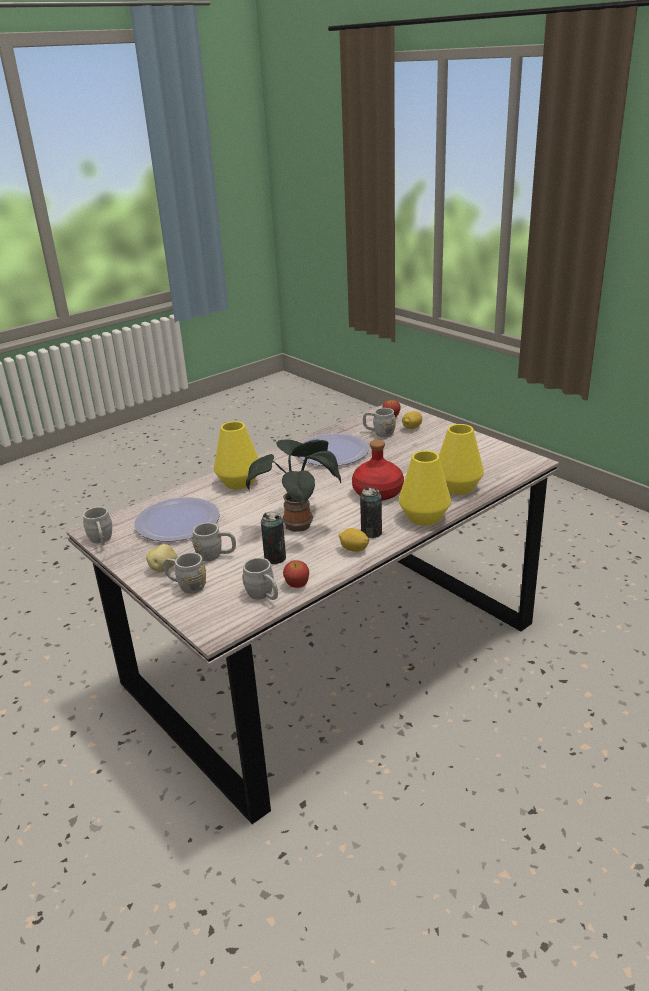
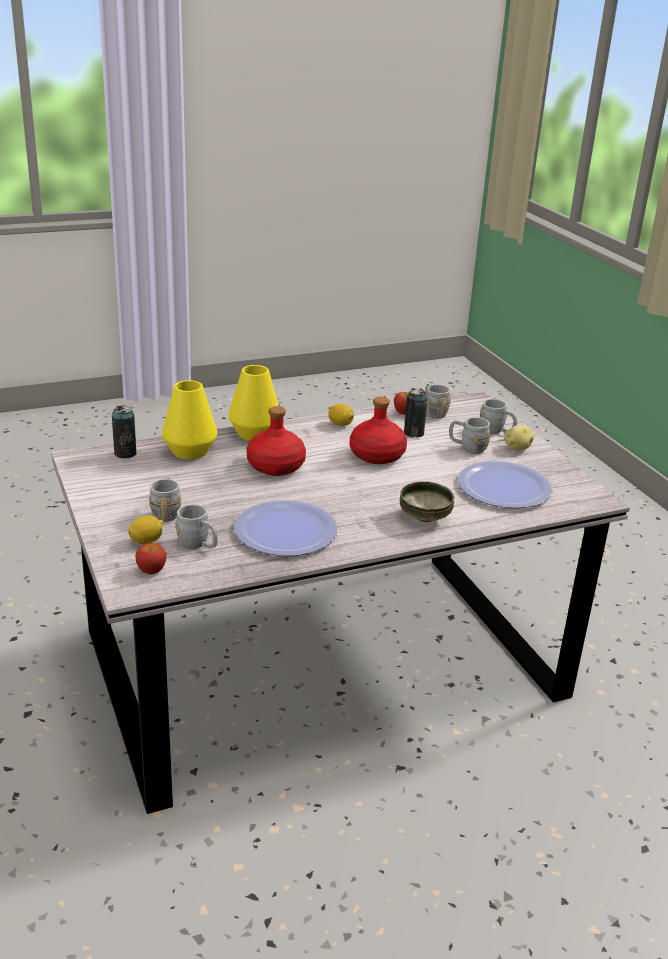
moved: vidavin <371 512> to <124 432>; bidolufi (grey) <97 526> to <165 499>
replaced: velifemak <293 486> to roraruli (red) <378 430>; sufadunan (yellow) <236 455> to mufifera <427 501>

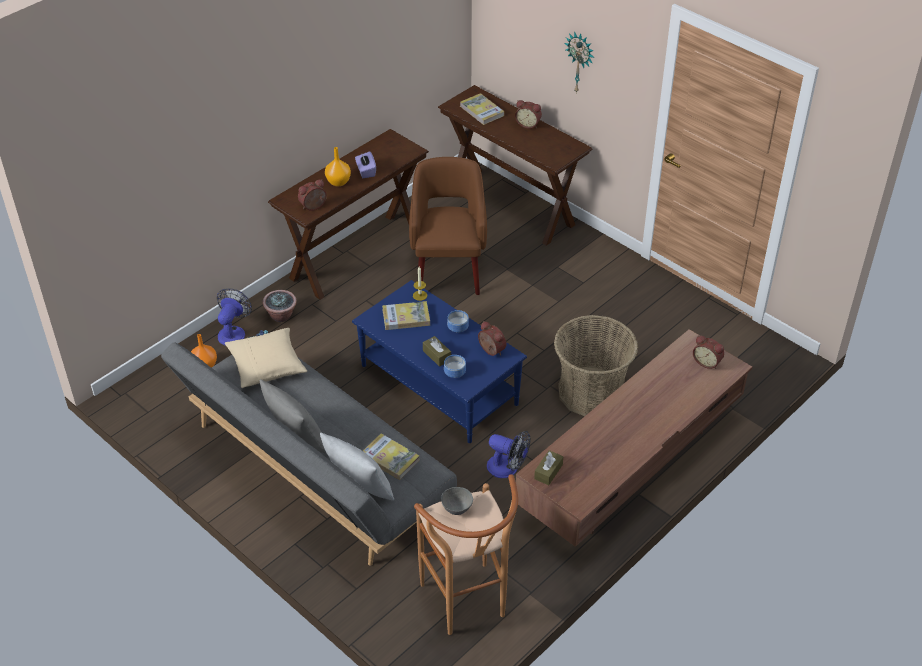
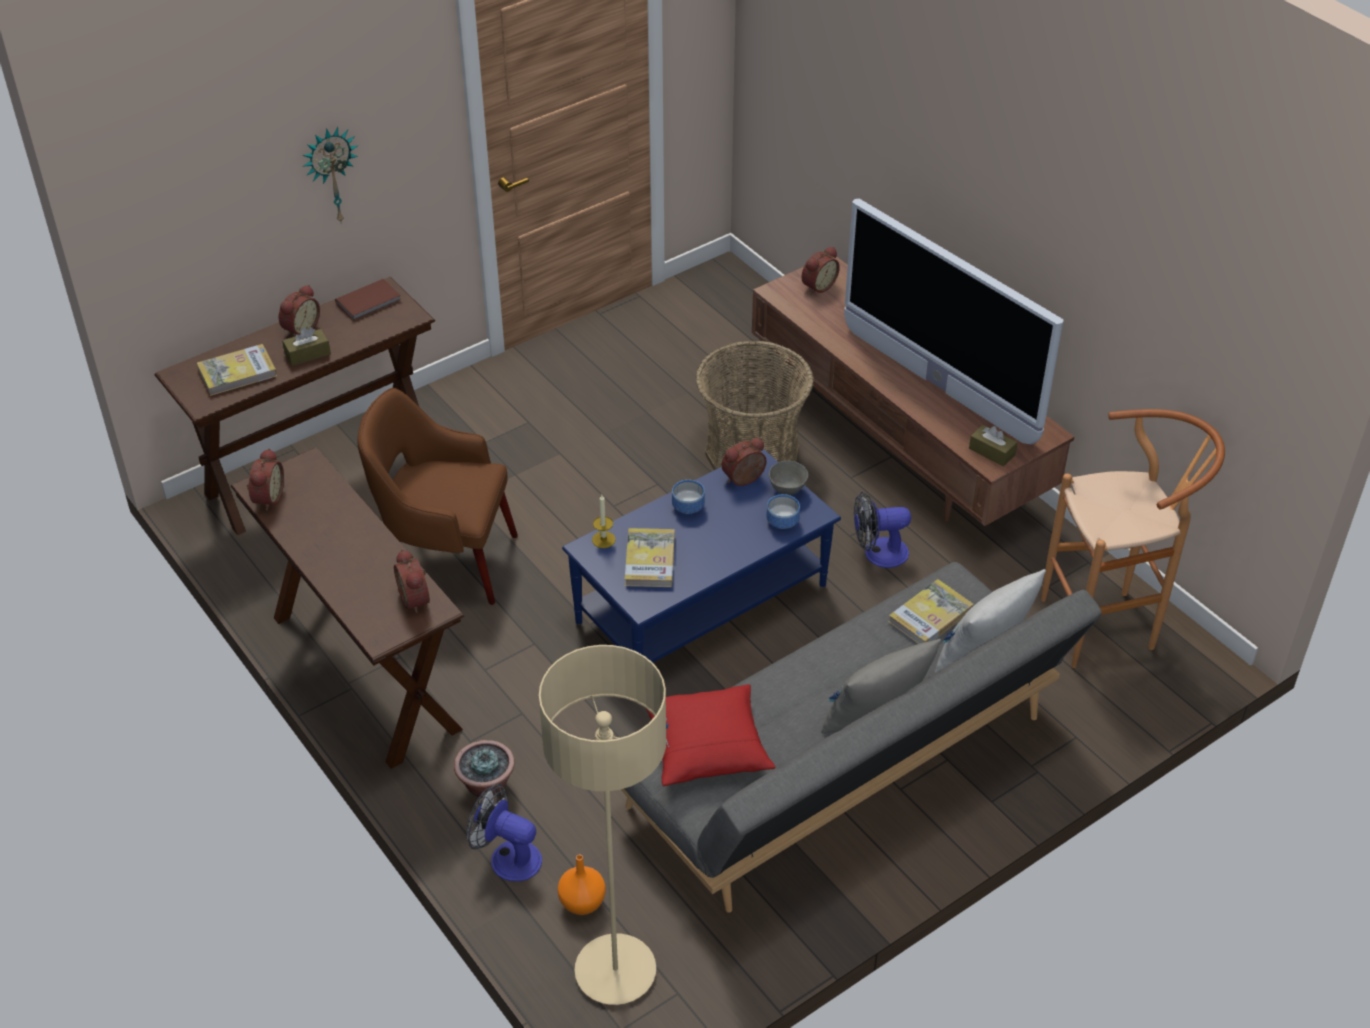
removed: sufadunan (orange) <338 166>; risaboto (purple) <365 164>
added: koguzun <265 479>; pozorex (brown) <368 300>; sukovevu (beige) <602 825>; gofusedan <954 321>
moved: risaboto (brown) <437 351> to <306 346>; mufifera (grey) <457 501> to <788 478>
recoloured: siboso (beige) <266 358> to siboso (red) <711 735>
turned: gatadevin <509 454> = <882 530> 135 degrees counterclockwise

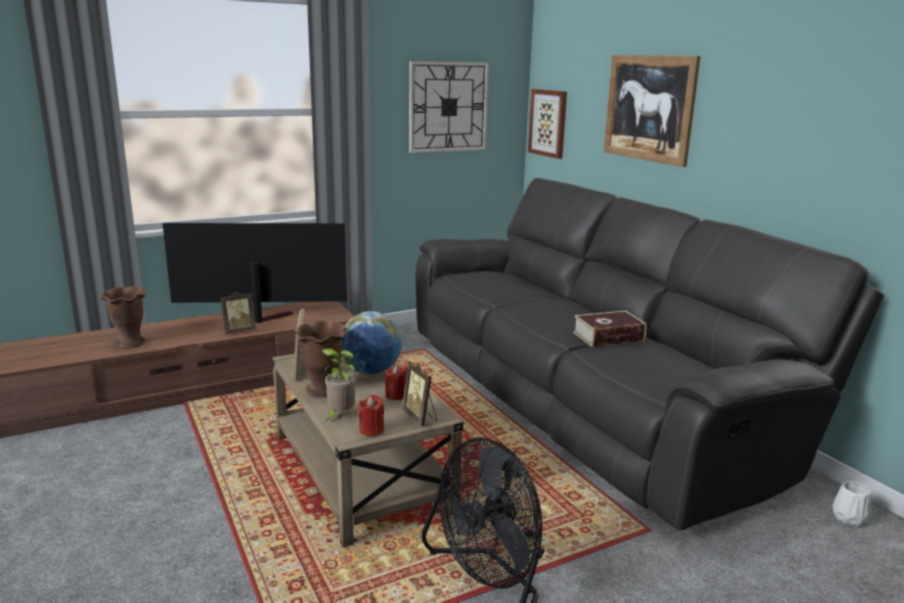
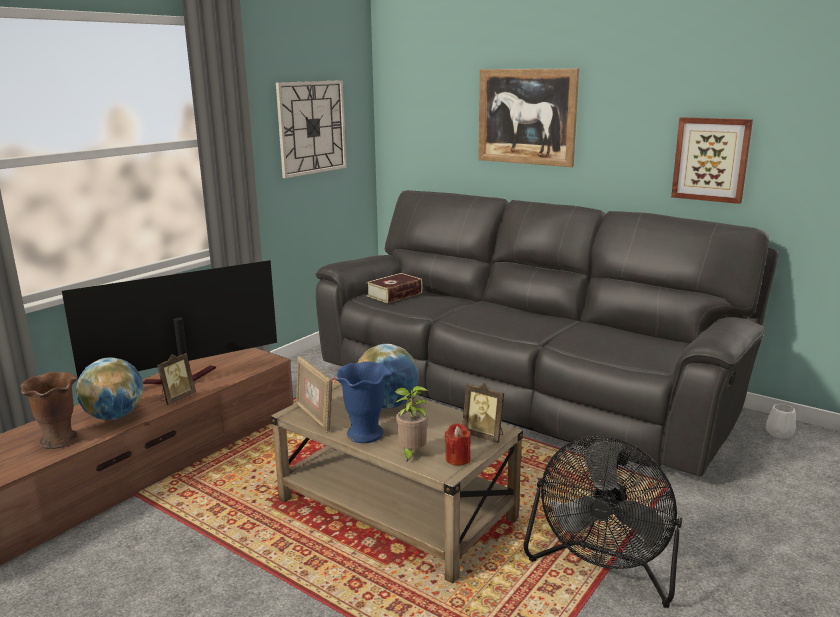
removed: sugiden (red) <396 382>
added: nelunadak <109 388>
moved: pozorex <610 329> to <394 288>; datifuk <547 124> to <712 160>
recoloured: sufadunan (brown) <320 359> to sufadunan (blue) <363 402>

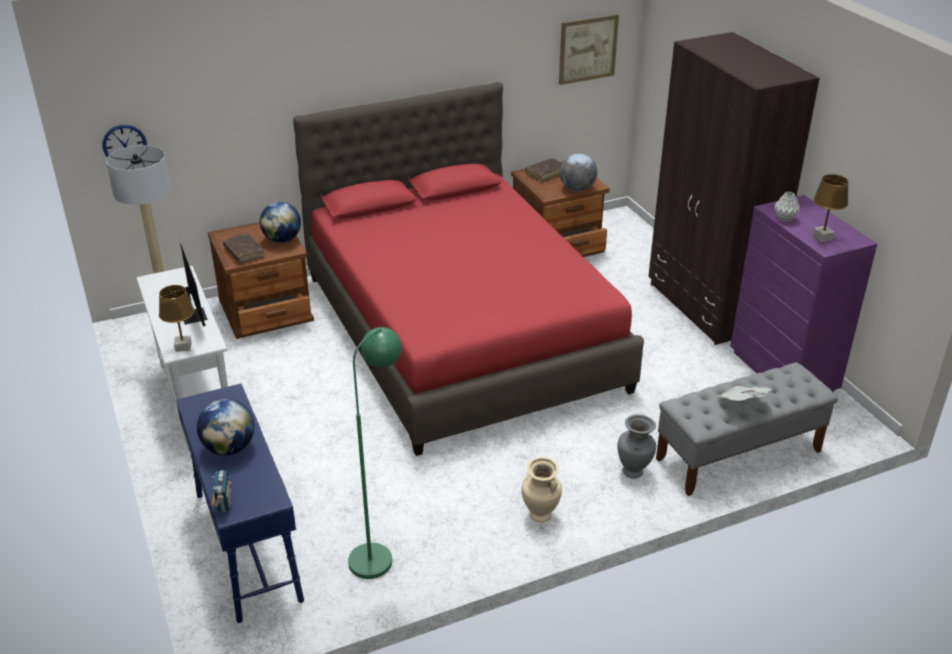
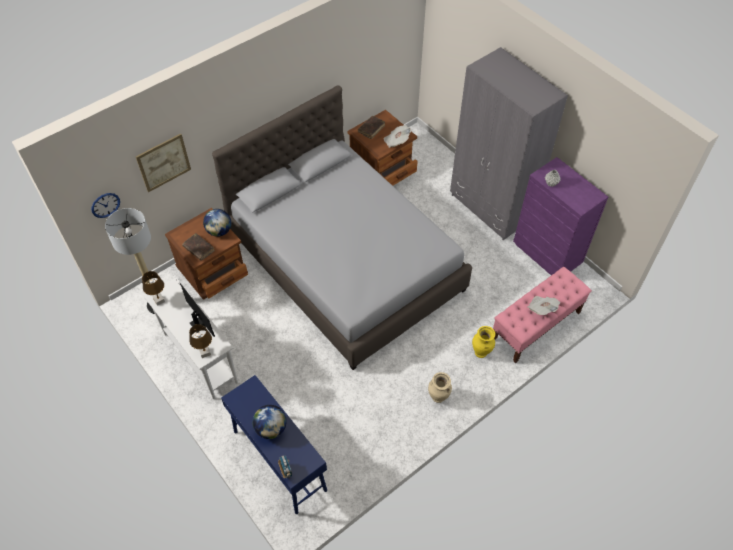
removed: sukovevu (green) <375 453>
moved: datifuk <589 49> to <163 162>; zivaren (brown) <831 208> to <153 288>
replaced: nelunadak <578 172> to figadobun <397 136>
recoloured: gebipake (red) <468 269> to gebipake (grey) <342 227>; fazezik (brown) <734 188> to fazezik (grey) <509 143>; sufadunan (grey) <636 446> to sufadunan (yellow) <484 342>; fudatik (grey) <747 429> to fudatik (pink) <542 315>

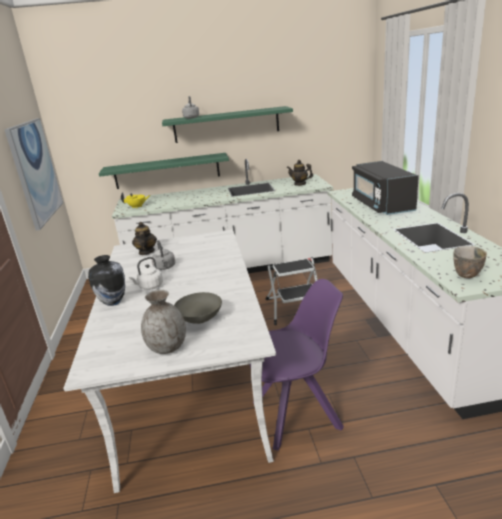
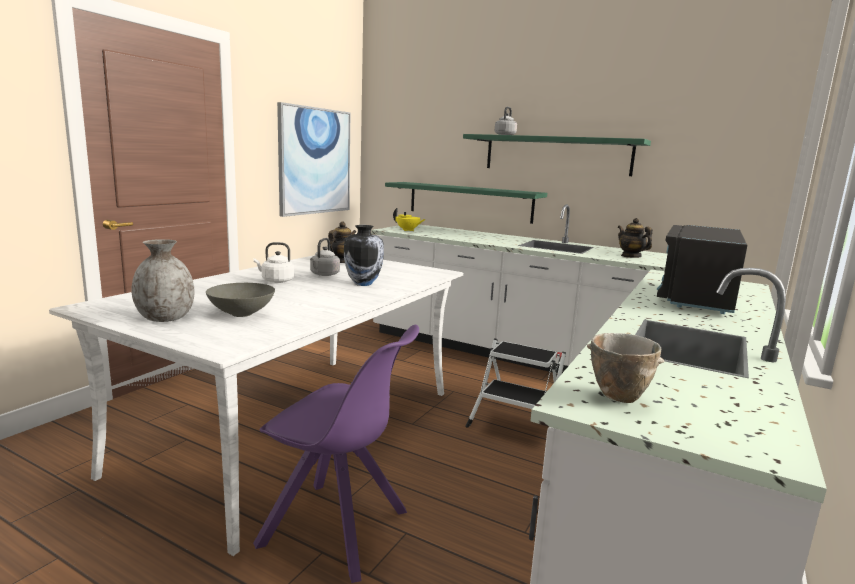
moved: sufadunan <106 280> to <364 255>

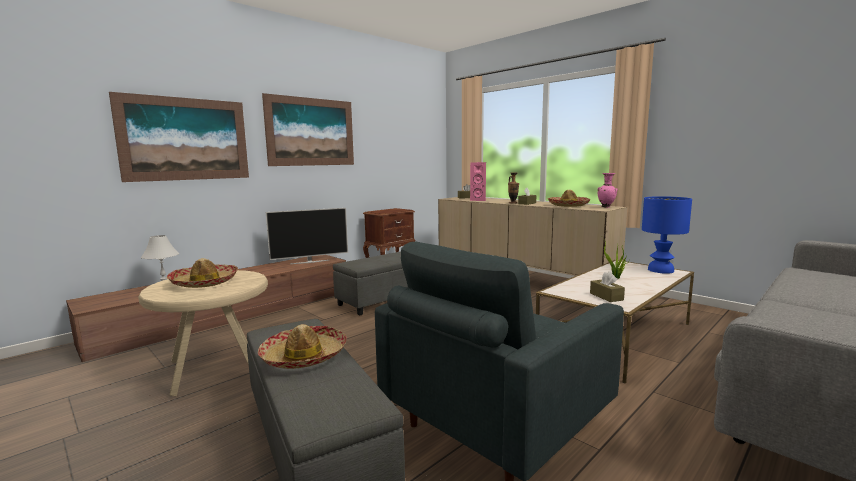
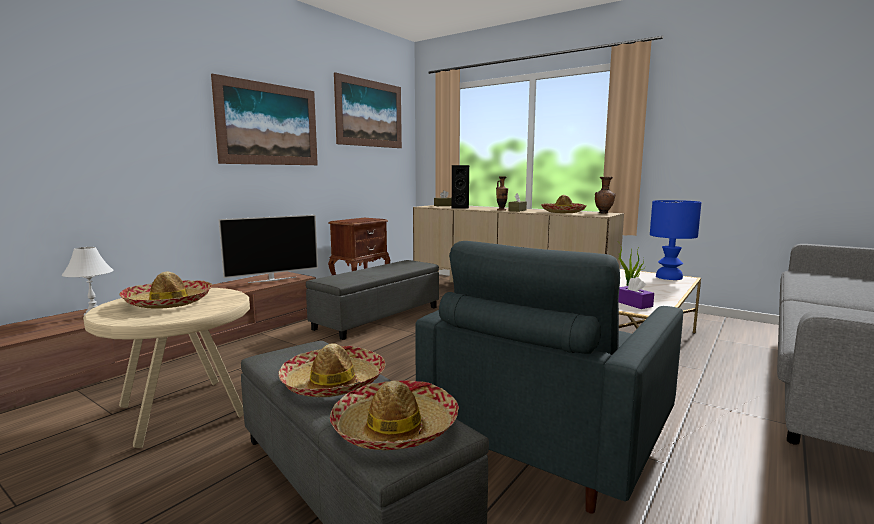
added: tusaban <394 415>
moved: datifuk <179 137> to <368 110>
recoloured: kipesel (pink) <478 181> to kipesel (black) <460 187>; sufadunan (pink) <608 190> to sufadunan (brown) <605 195>; risaboto (brown) <607 286> to risaboto (purple) <636 293>

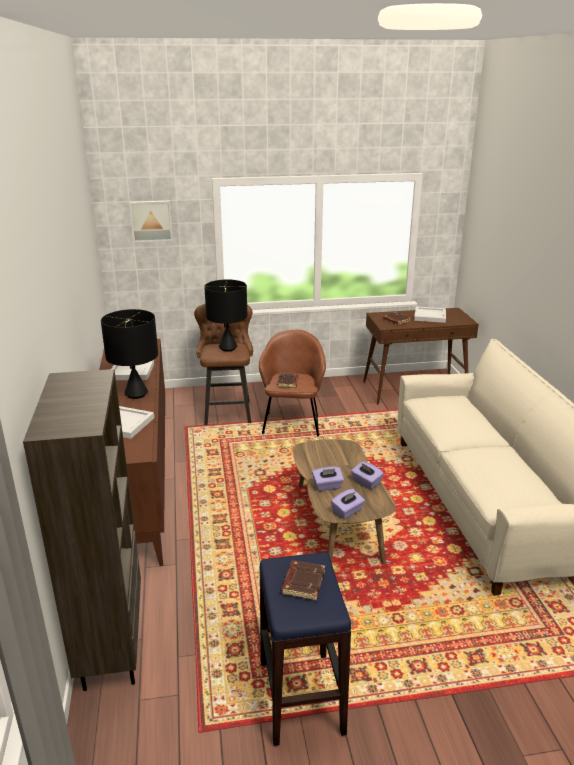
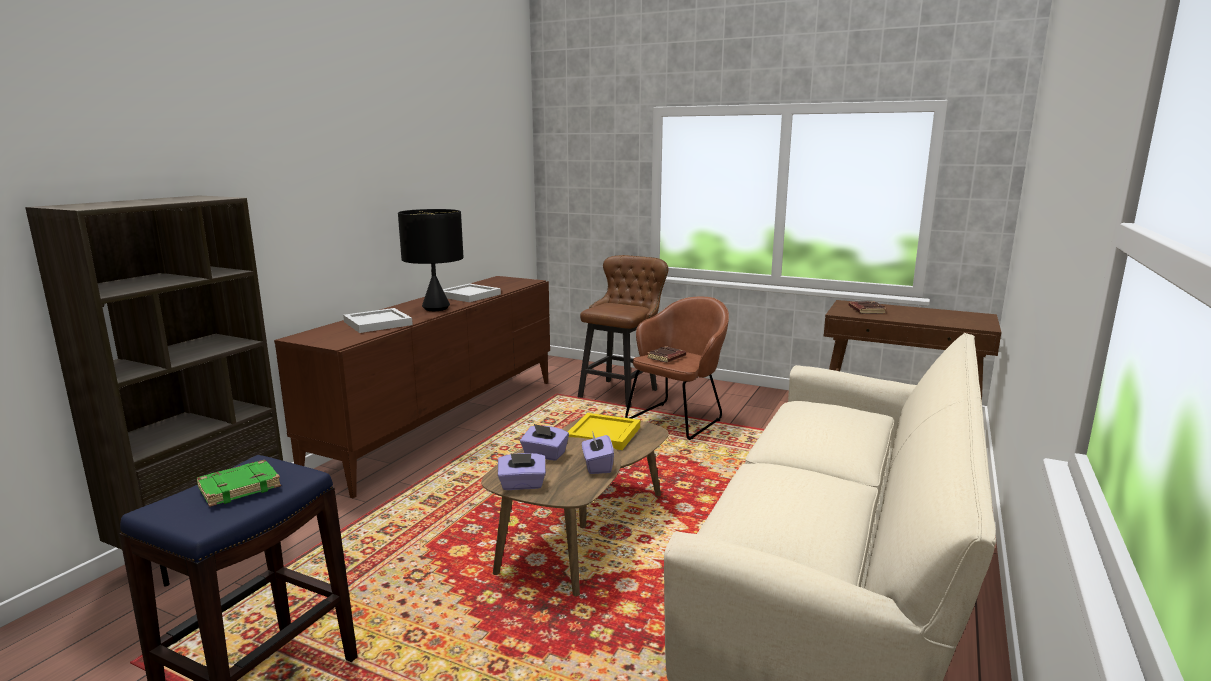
removed: datifuk <151 221>; zivaren (black) <225 315>; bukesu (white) <430 314>
added: bukesu (yellow) <604 431>
recoloured: pozorex (brown) <303 580> to pozorex (green) <238 483>

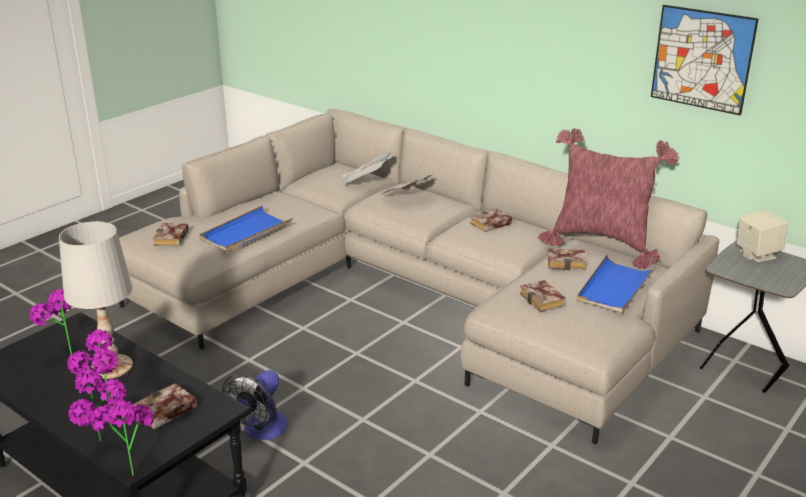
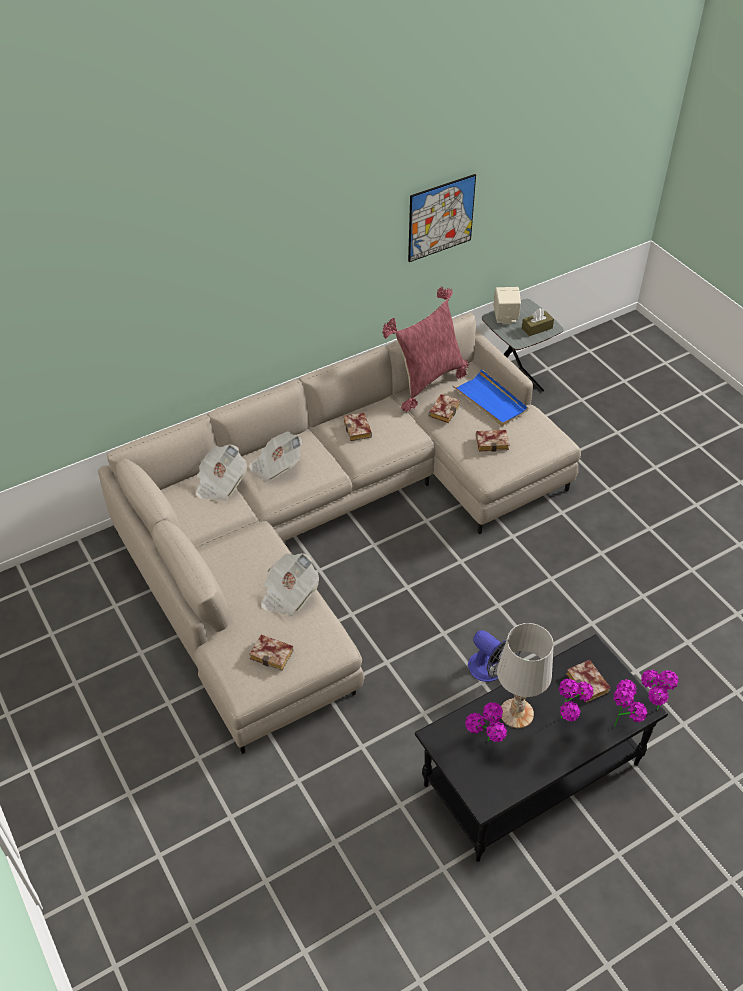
added: risaboto (brown) <538 322>
replaced: bukesu (blue) <246 229> to figadobun <290 584>

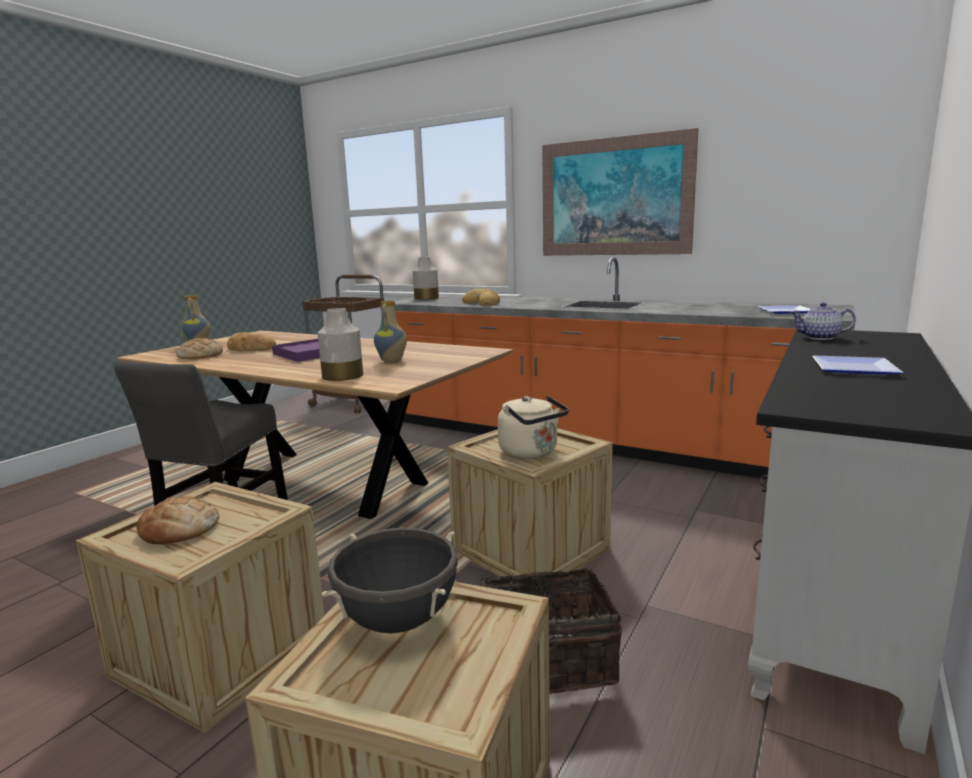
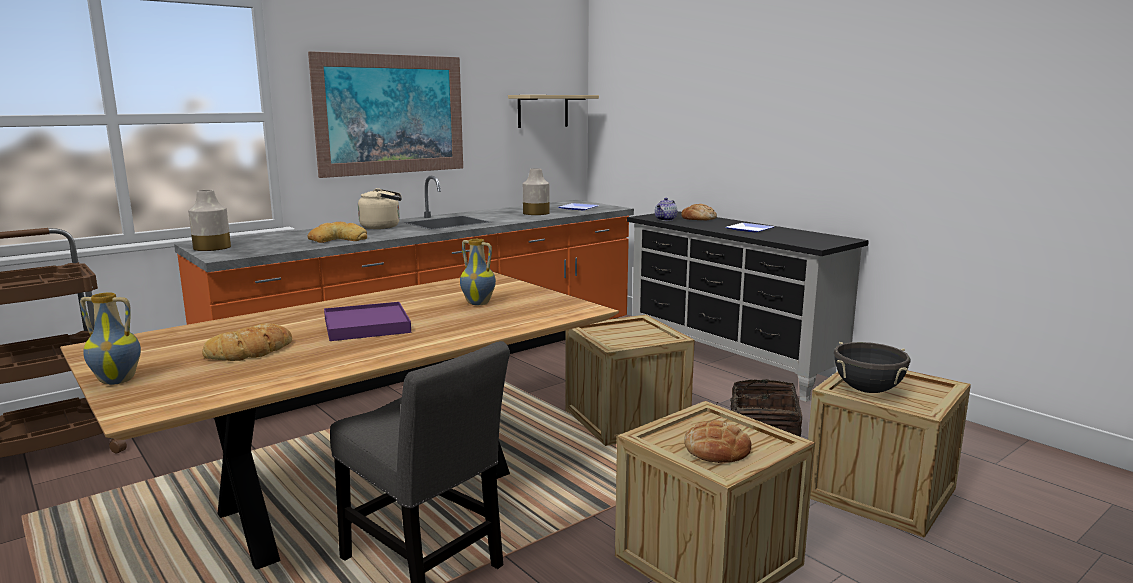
added: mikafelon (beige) <553 111>
moved: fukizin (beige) <533 427> to <380 208>; sufadunan (beige) <340 344> to <536 191>; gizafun <199 348> to <699 212>

